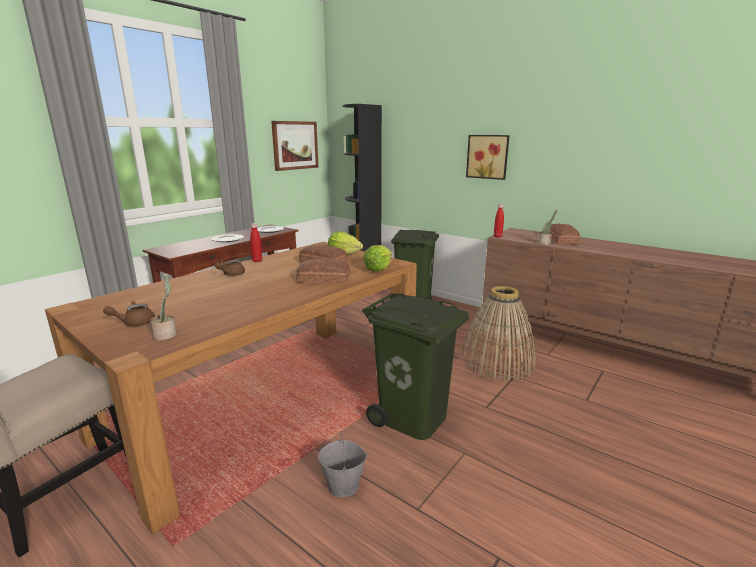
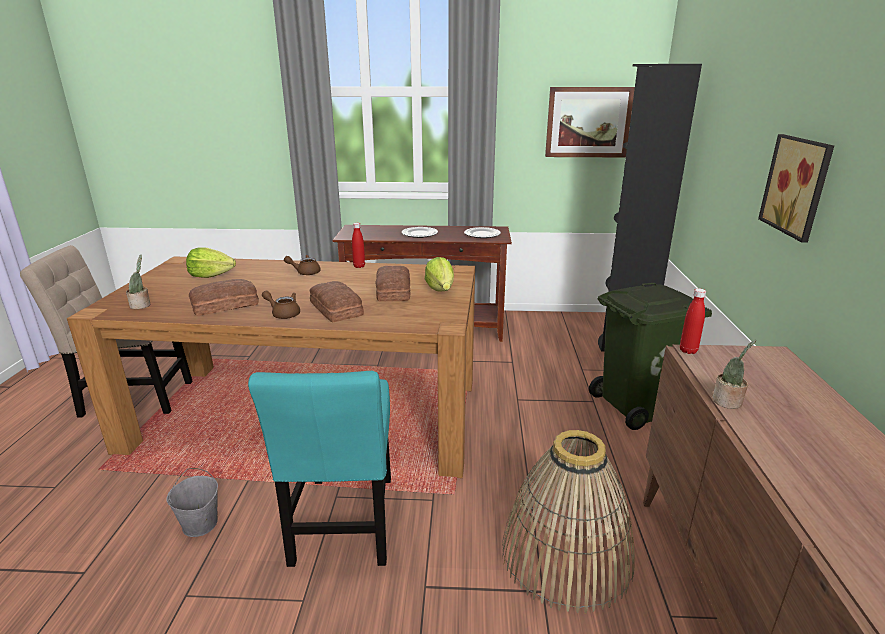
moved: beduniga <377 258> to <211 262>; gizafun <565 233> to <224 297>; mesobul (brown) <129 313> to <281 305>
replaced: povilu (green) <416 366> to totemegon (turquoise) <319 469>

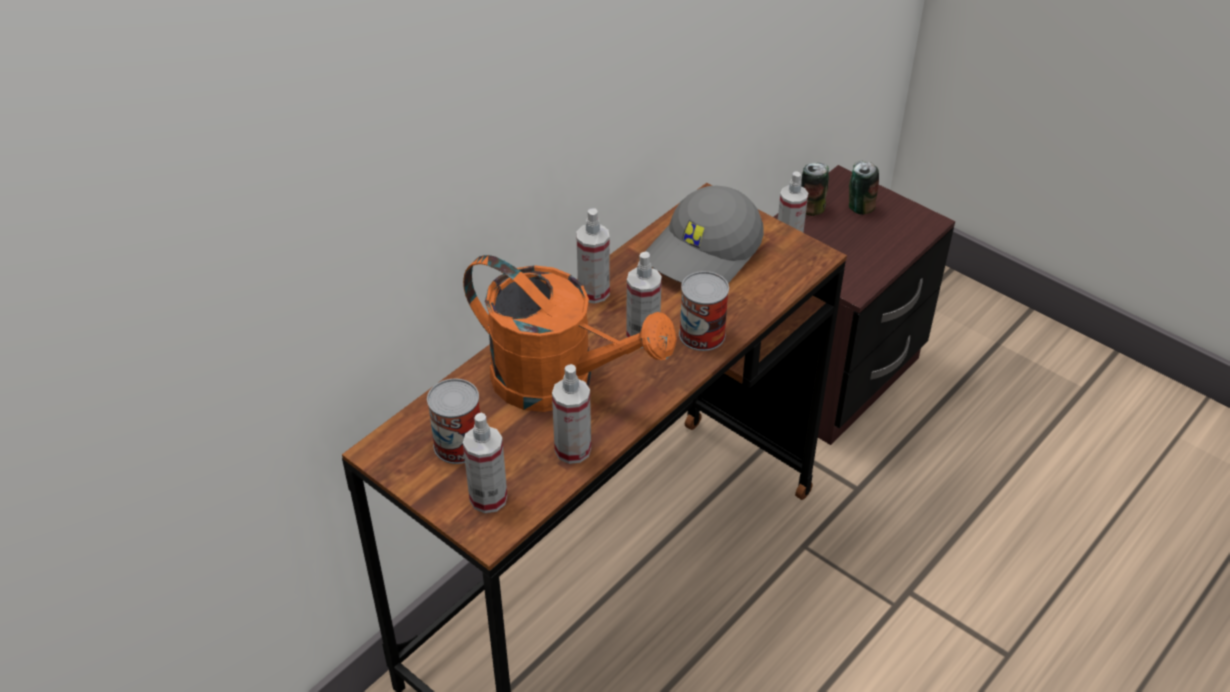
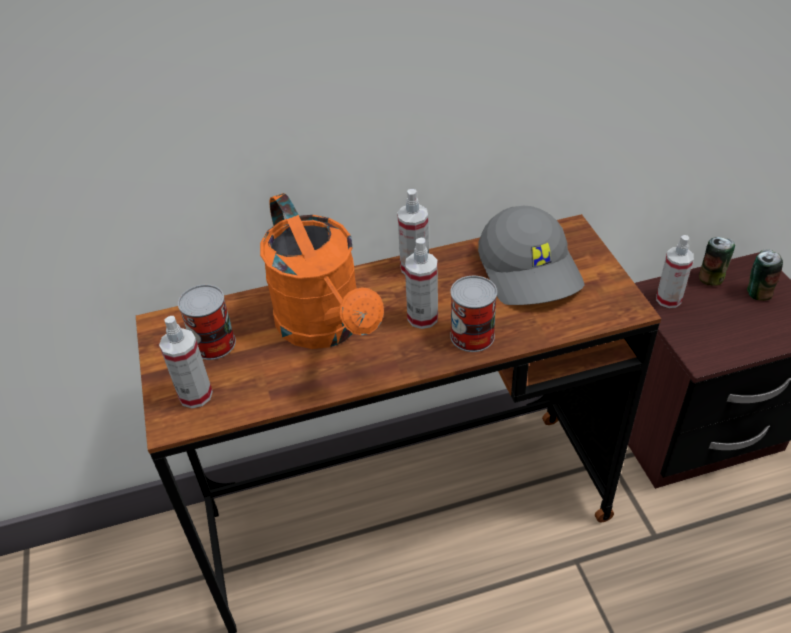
removed: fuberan <571 414>
turned: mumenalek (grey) <705 234> = <531 255> 90 degrees counterclockwise

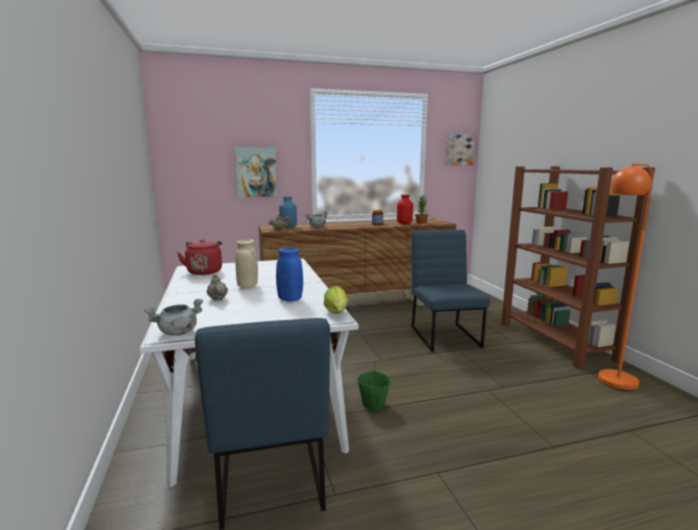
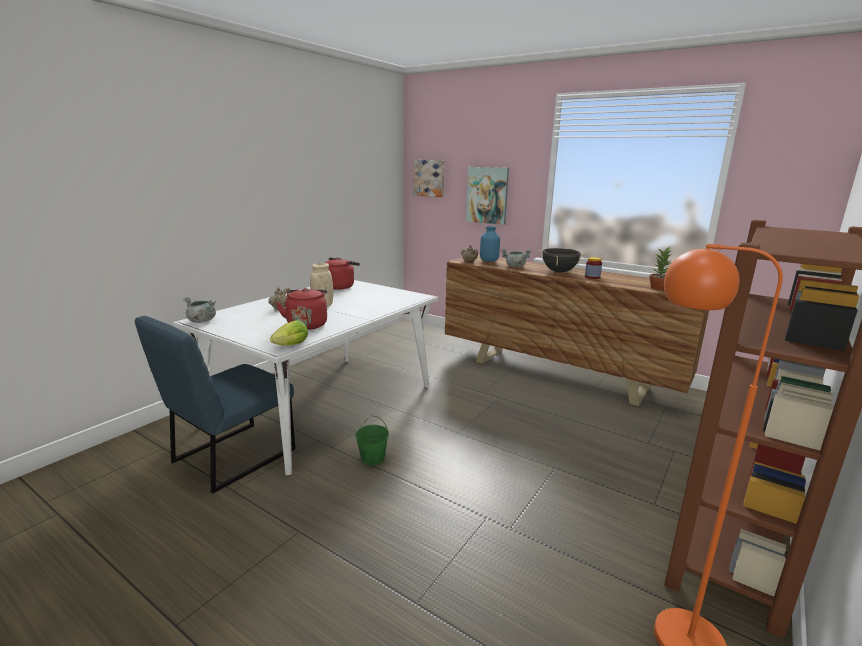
removed: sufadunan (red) <405 209>; totemegon (blue) <450 291>
added: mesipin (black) <561 260>
moved: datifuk <460 149> to <429 178>
replaced: sufadunan (blue) <289 275> to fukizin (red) <301 309>

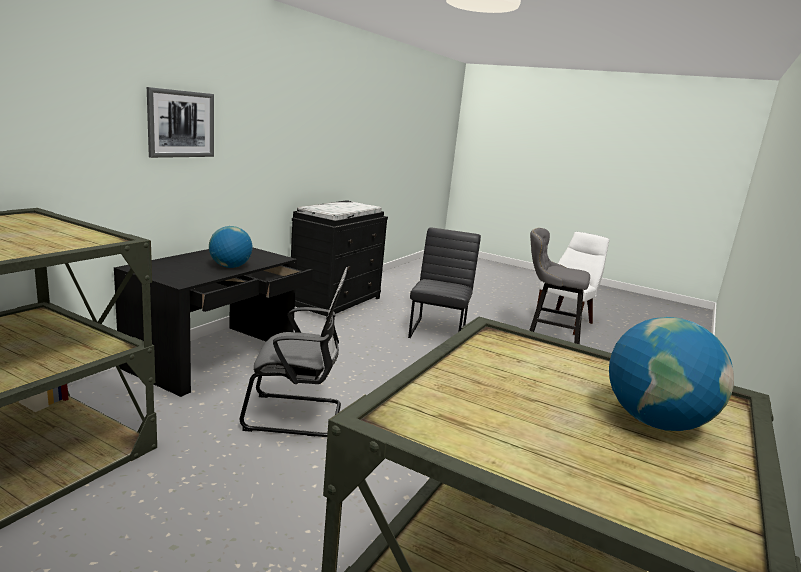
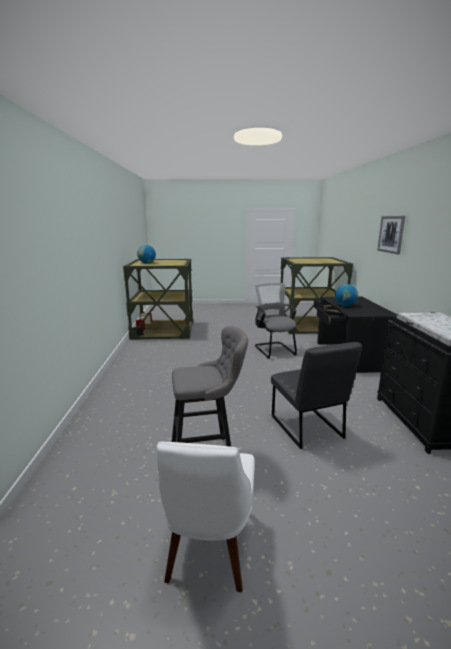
turned: totemegon <294 352> = <276 321> 105 degrees clockwise

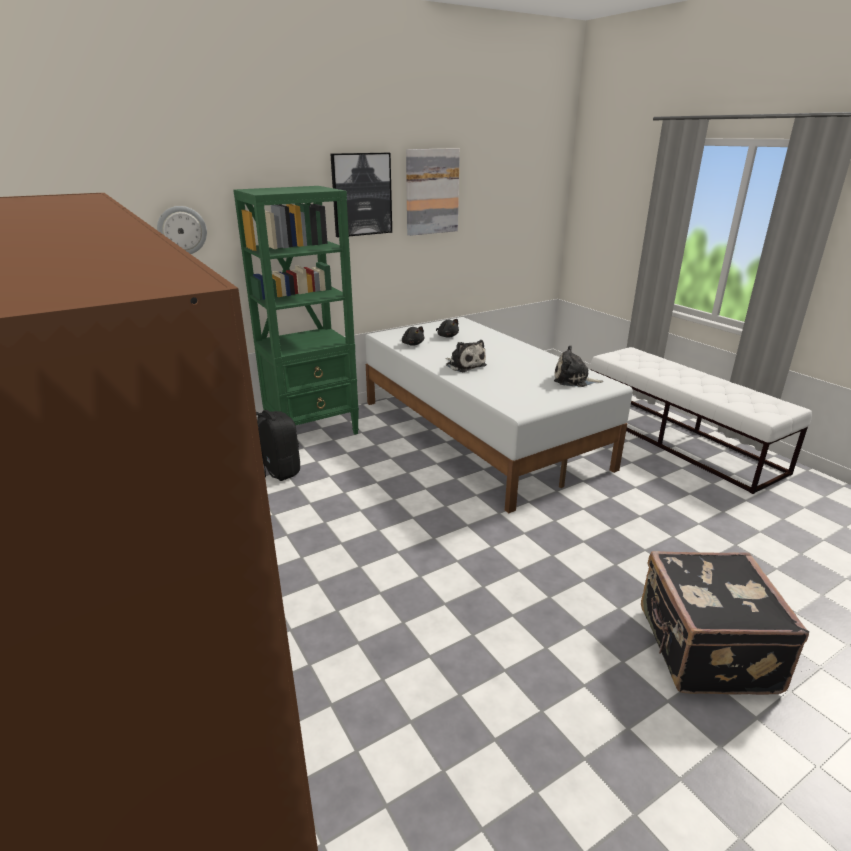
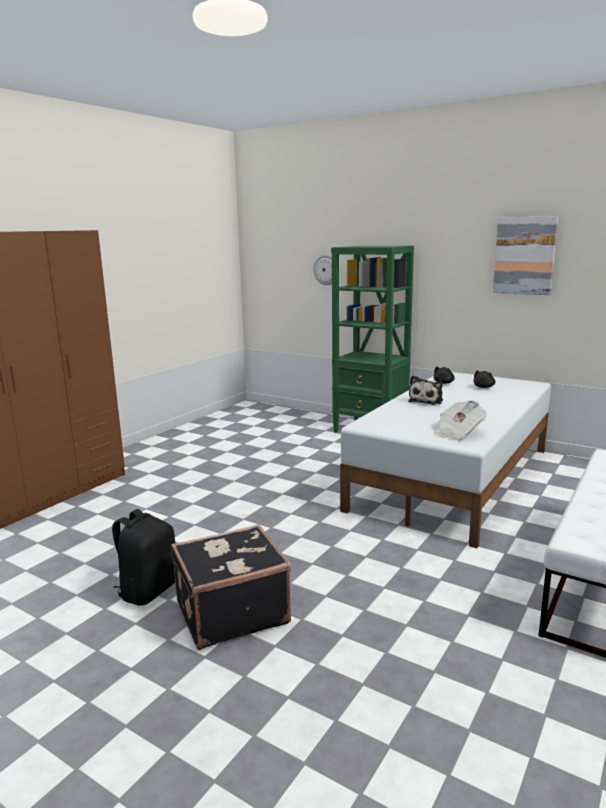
removed: datifuk <361 195>
moved: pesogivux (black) <278 445> to <143 557>
replaced: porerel <578 366> to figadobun <461 419>

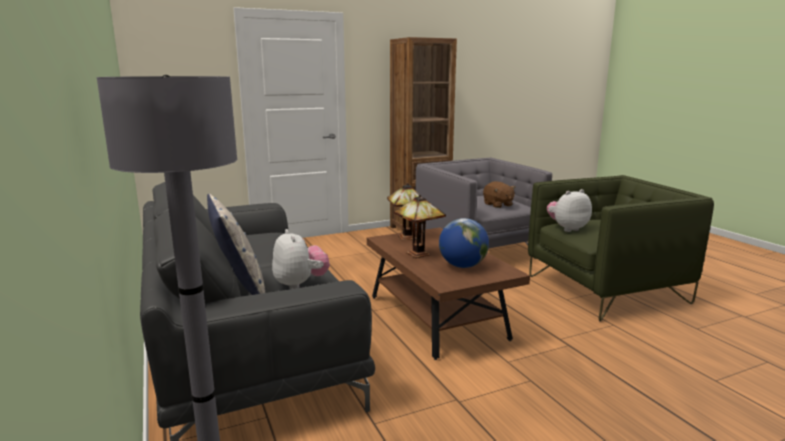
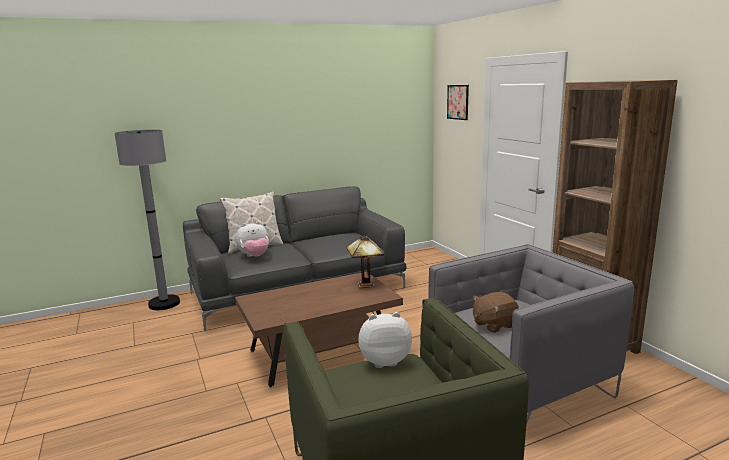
removed: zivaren <420 226>; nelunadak <464 243>
added: datifuk <458 102>
turned: porerel <569 210> = <385 340> 75 degrees counterclockwise

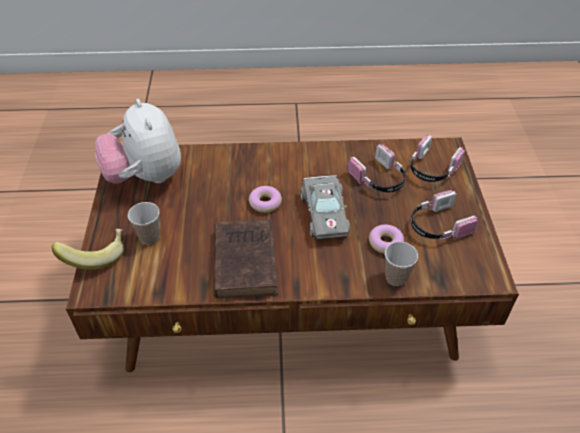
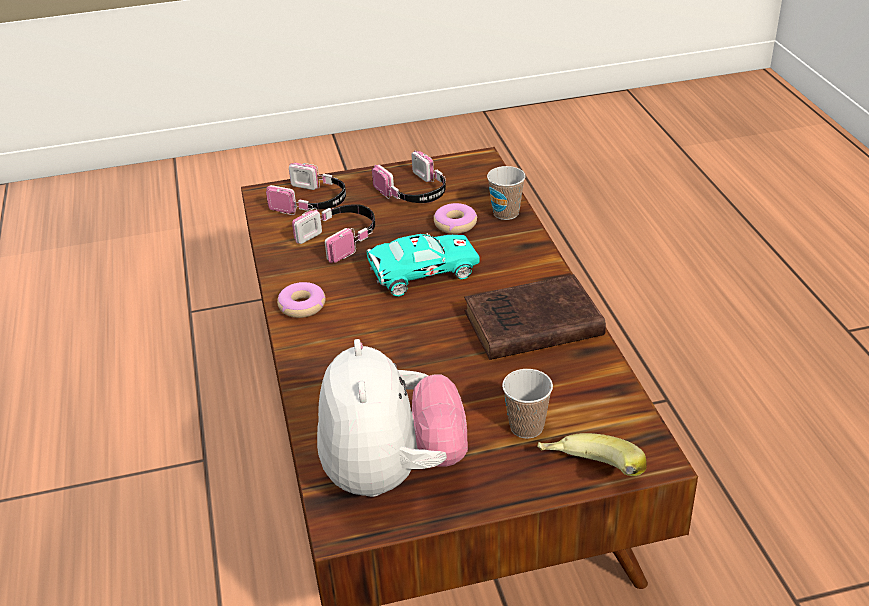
moved: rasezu <265 199> to <301 300>
recoloured: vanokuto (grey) <325 207> to vanokuto (turquoise) <423 264>
turned: porerel <138 141> = <392 418> 60 degrees counterclockwise

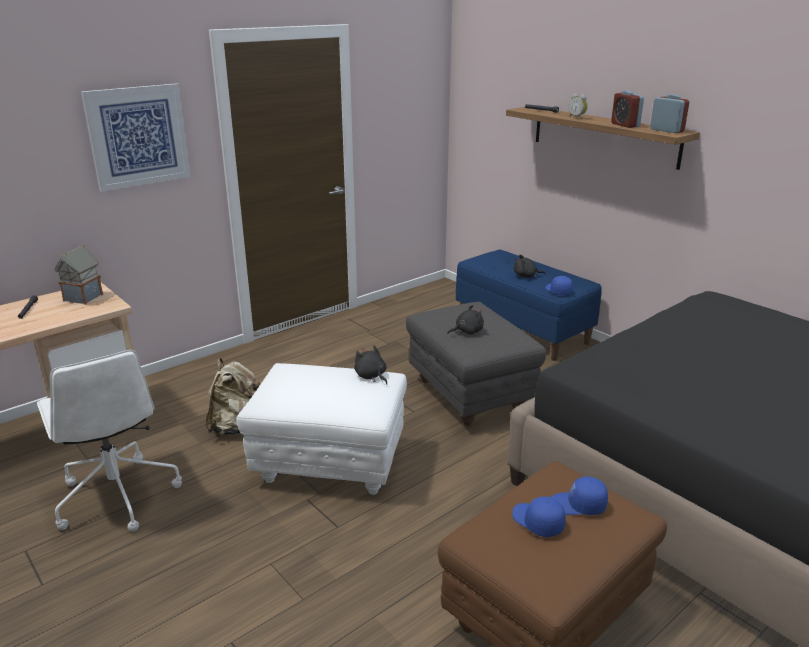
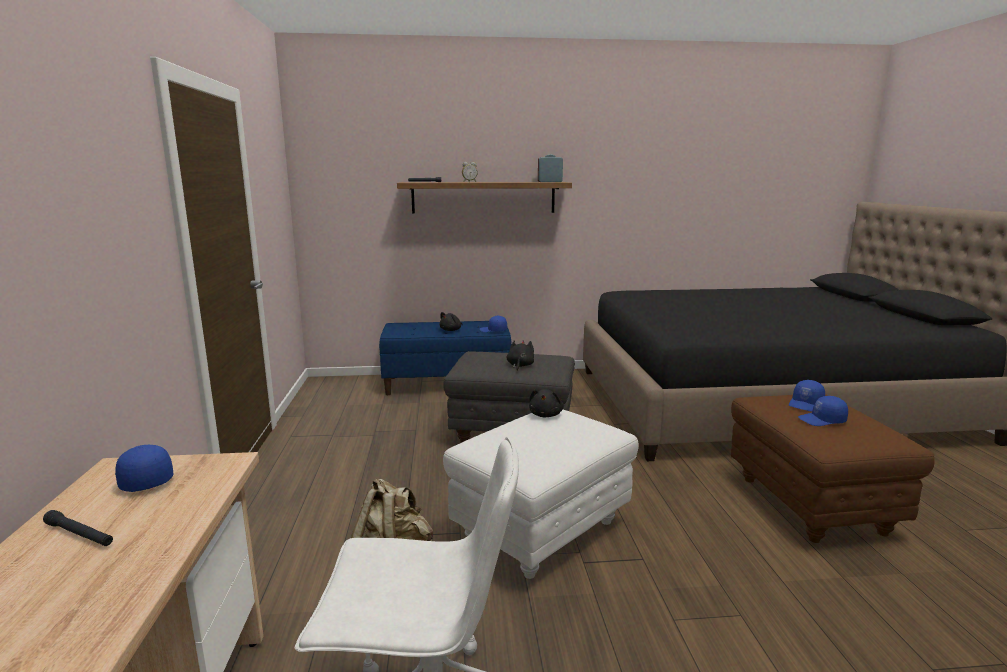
removed: datifuk <136 137>; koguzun <627 109>
replaced: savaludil <78 275> to mumenalek (blue) <144 468>
turned: porerel (black) <370 364> = <546 403> 75 degrees counterclockwise

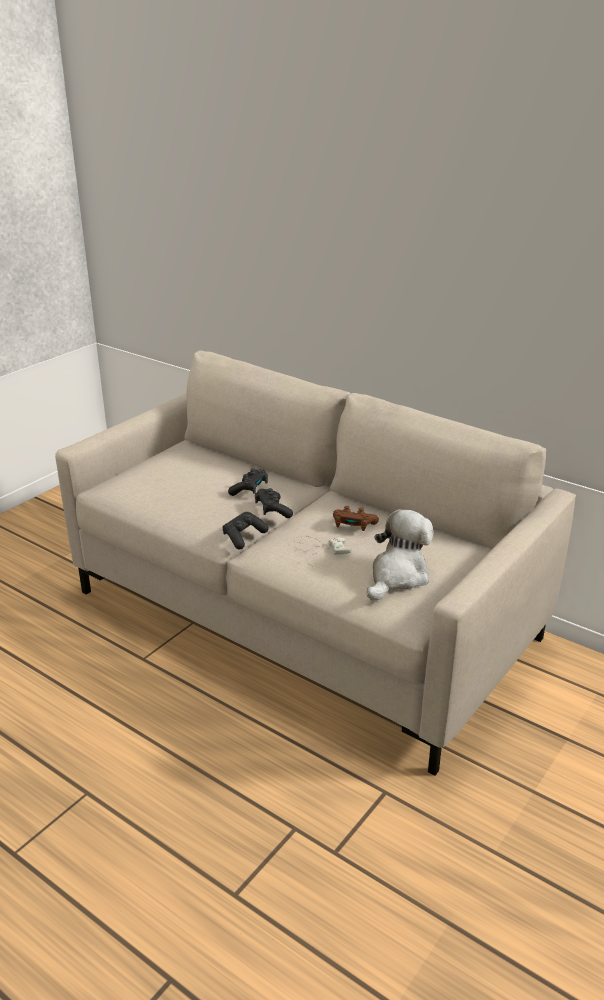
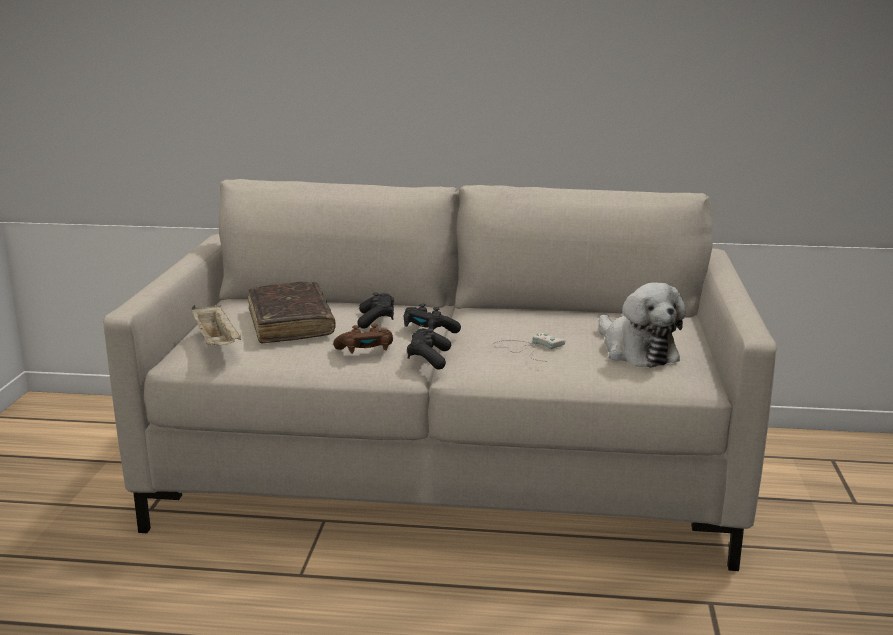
added: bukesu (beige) <216 324>; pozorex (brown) <291 312>
moved: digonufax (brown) <356 518> to <363 339>
turned: porerel <400 554> = <642 325> 150 degrees clockwise

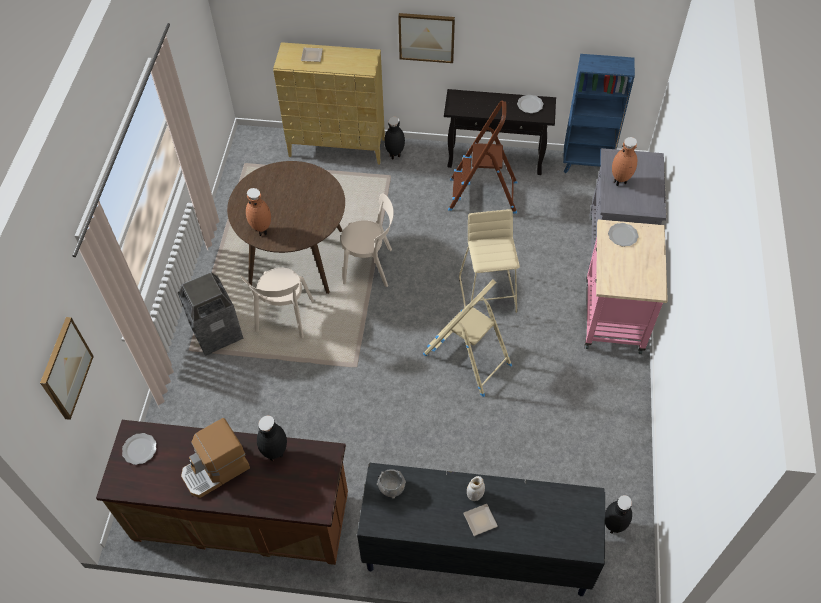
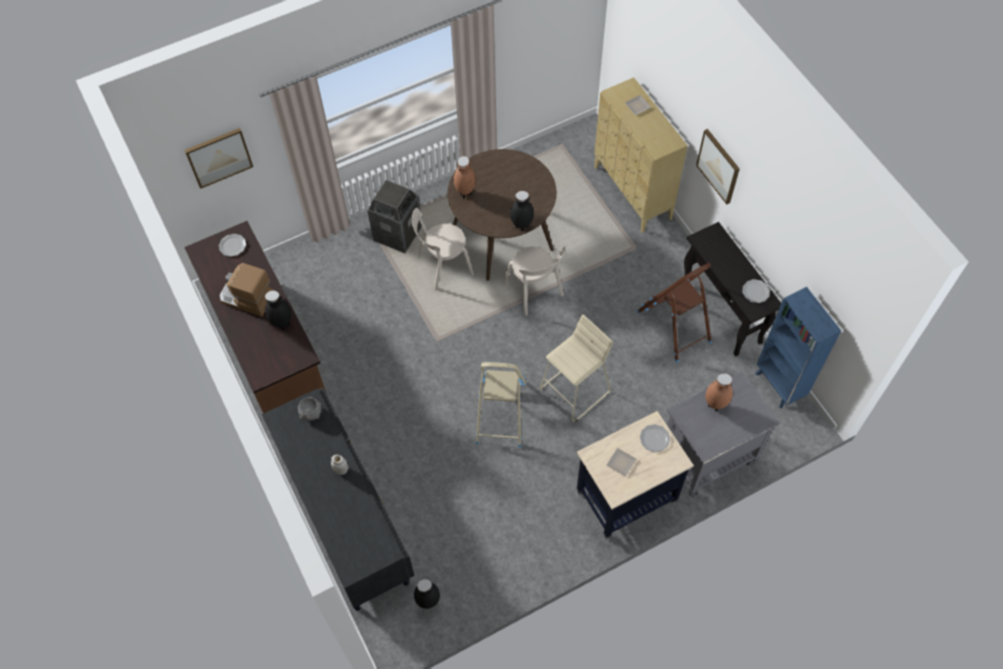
moved: sufadunan (black) <394 138> to <522 211>; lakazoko <480 520> to <621 462>
recoloured: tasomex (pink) <626 286> to tasomex (blue) <635 475>

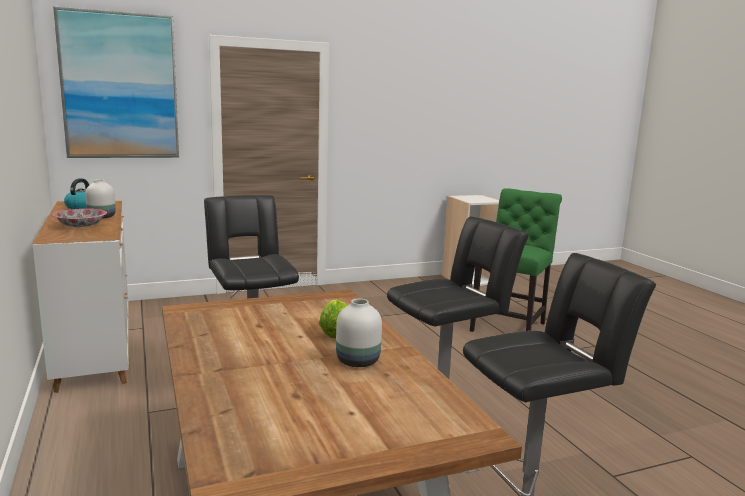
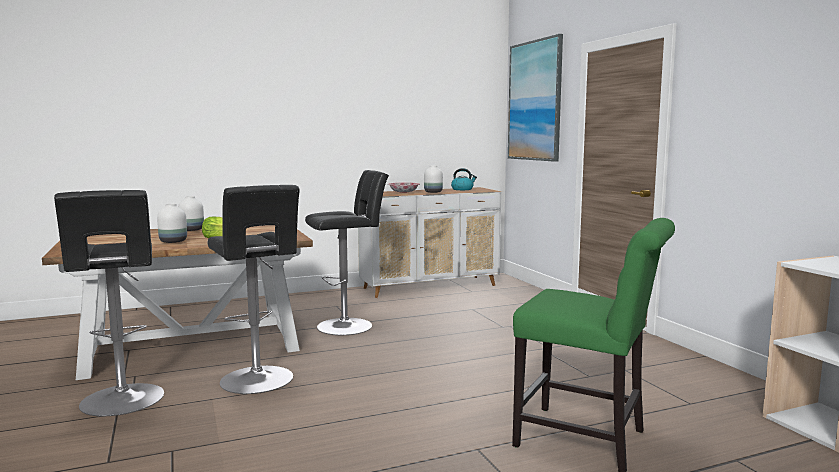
added: sufadunan (white) <191 213>

